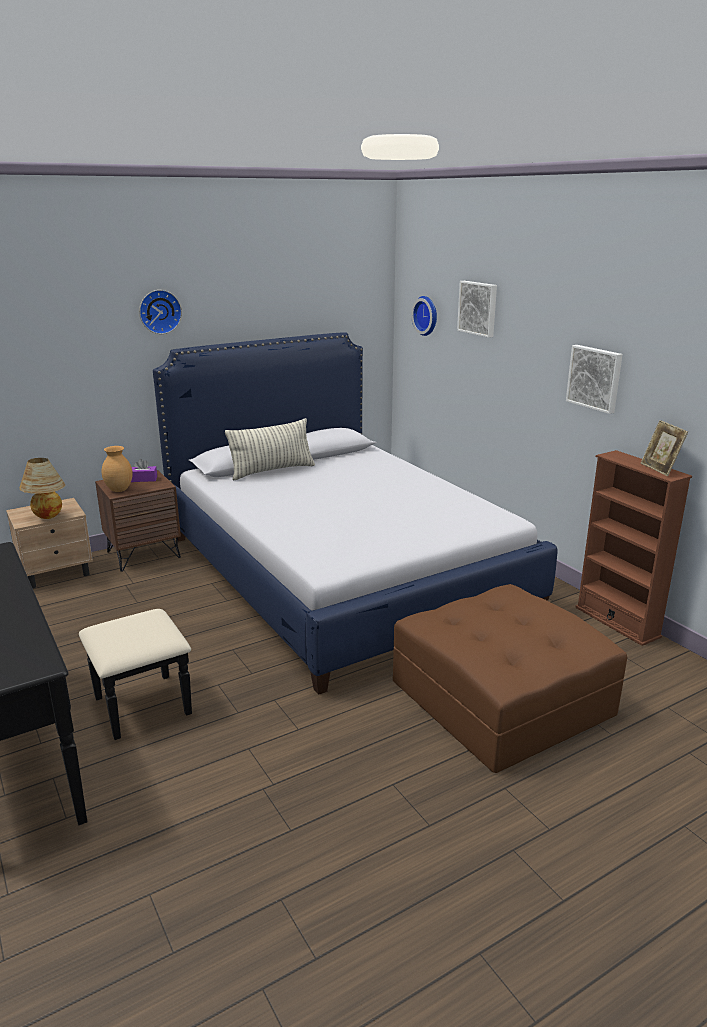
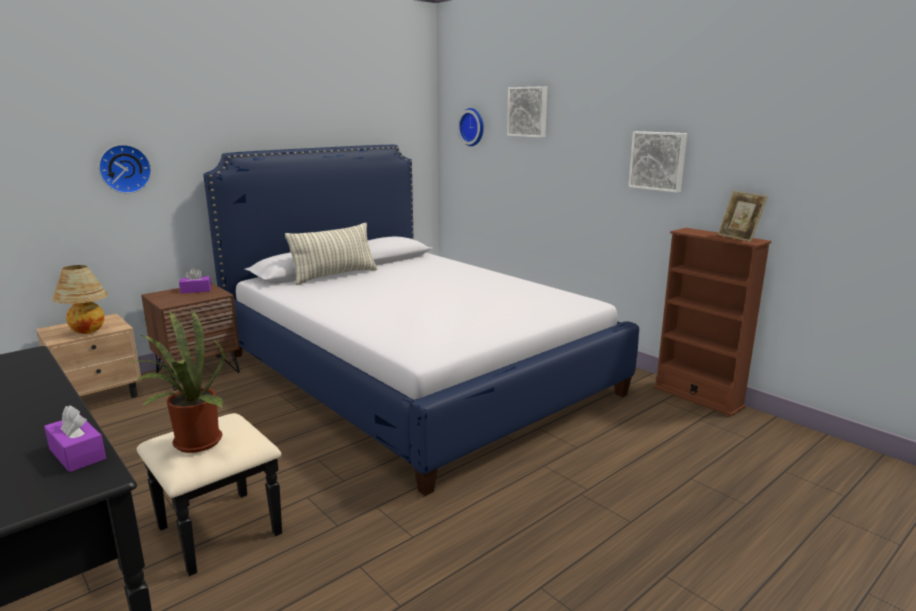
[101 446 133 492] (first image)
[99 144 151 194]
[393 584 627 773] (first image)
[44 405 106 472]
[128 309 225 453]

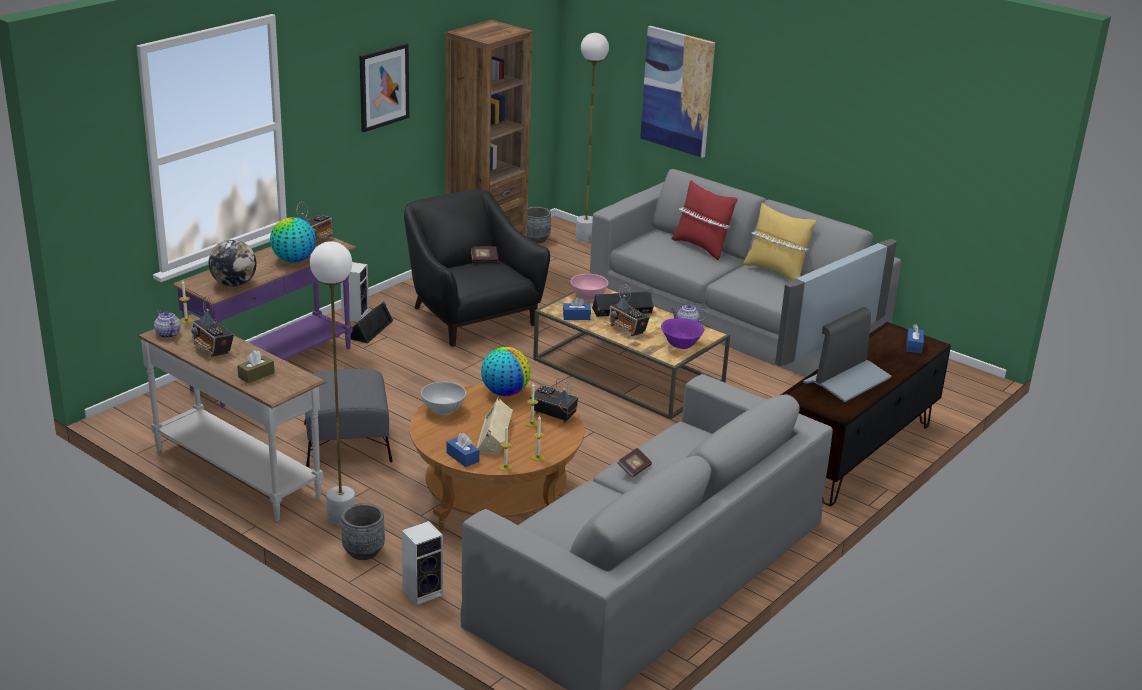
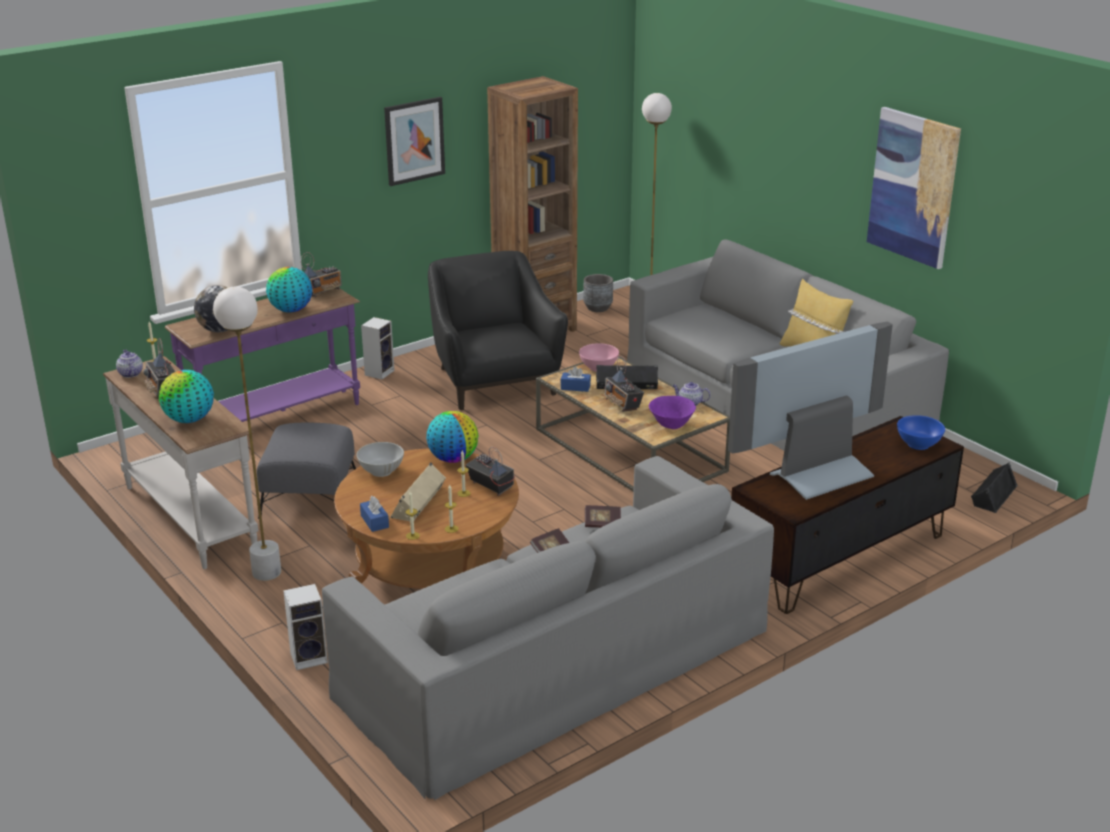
[159 370 214 423]
[341 503 385 560] (first image)
[971 462 1018 513]
[585 505 621 528]
[867 107 961 269]
[672 180 738 260] (first image)
[897 415 945 450]

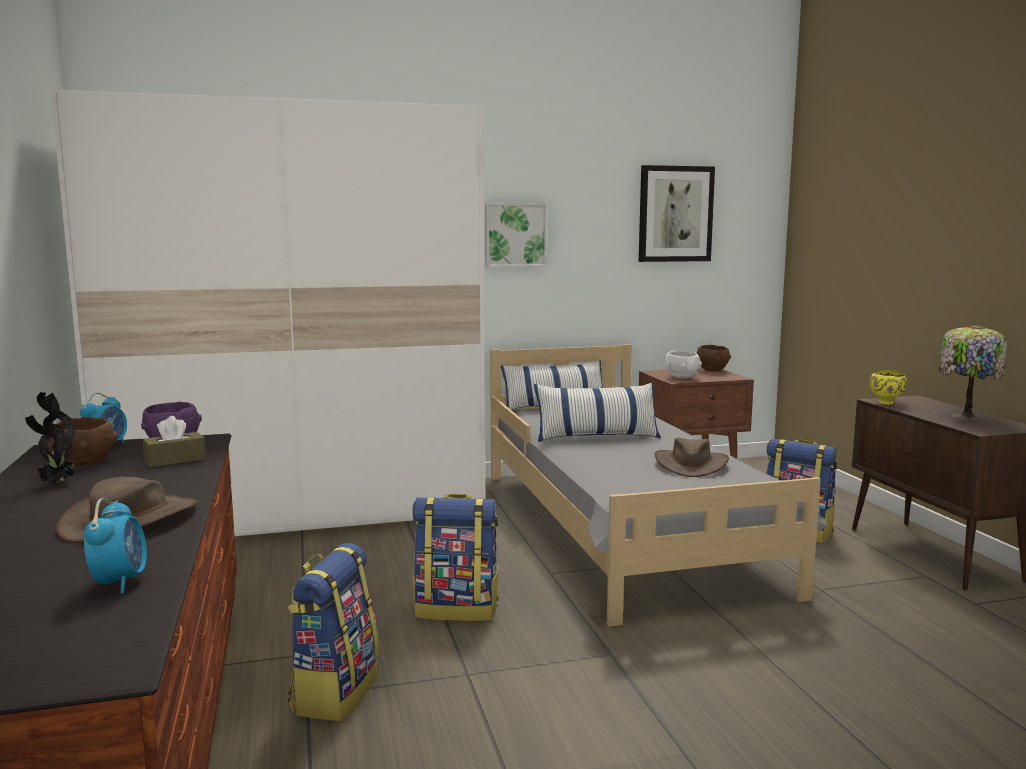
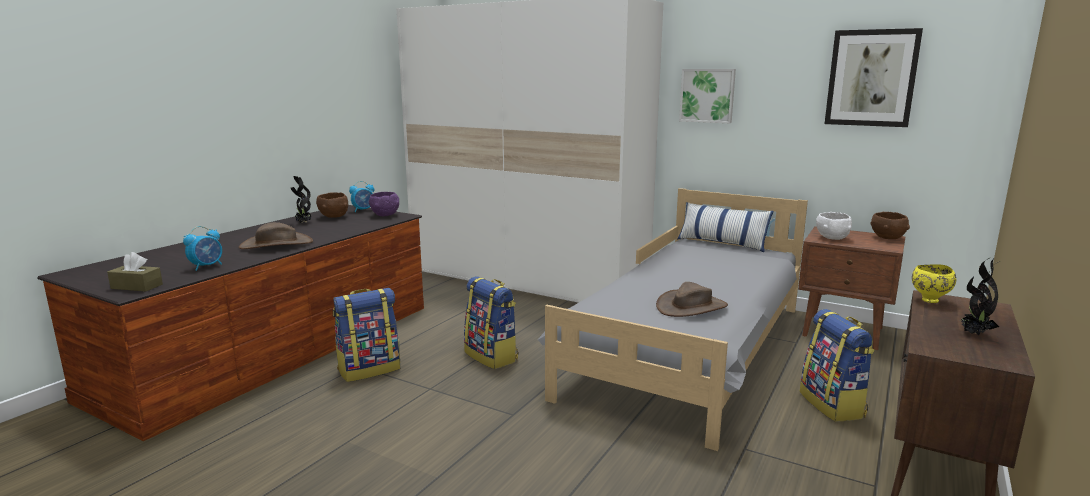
[107 252 163 292]
[534 382 661 442] (first image)
[961 258 1000 335]

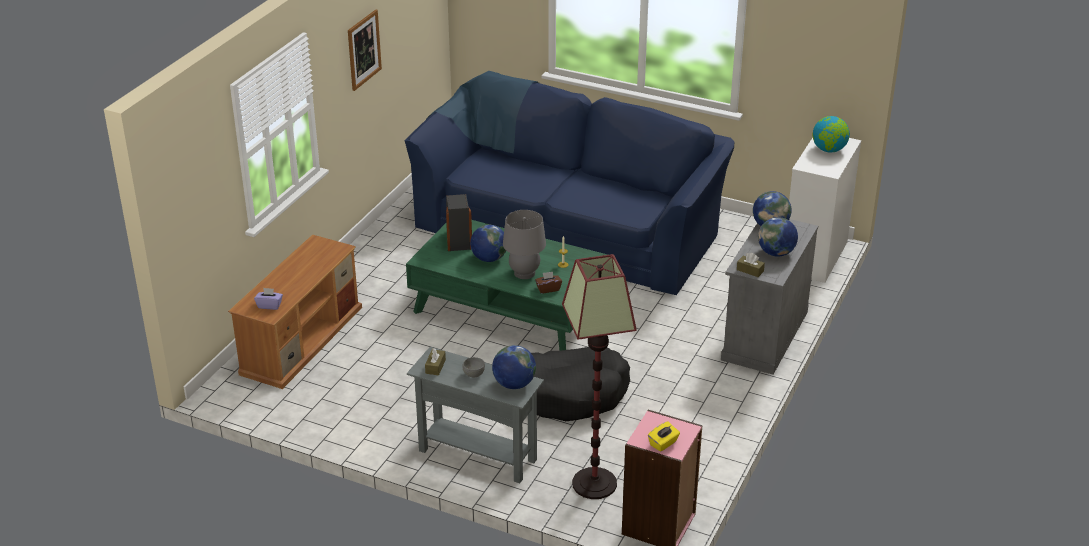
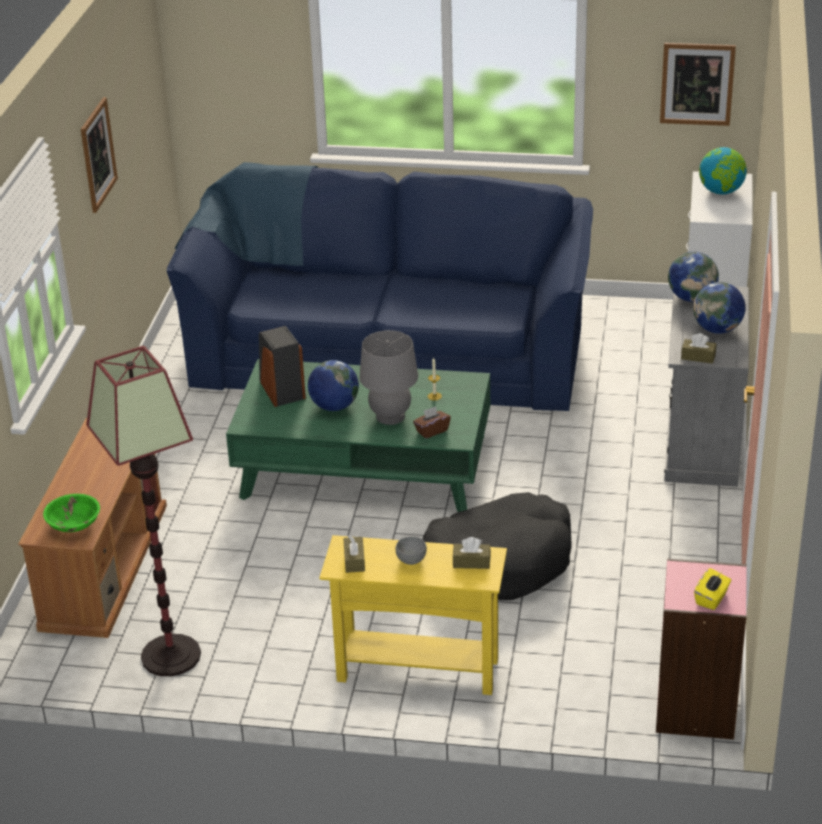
[43 494 100 532]
[320 535 507 695]
[453 537 491 569]
[86 346 201 676]
[660 43 736 126]

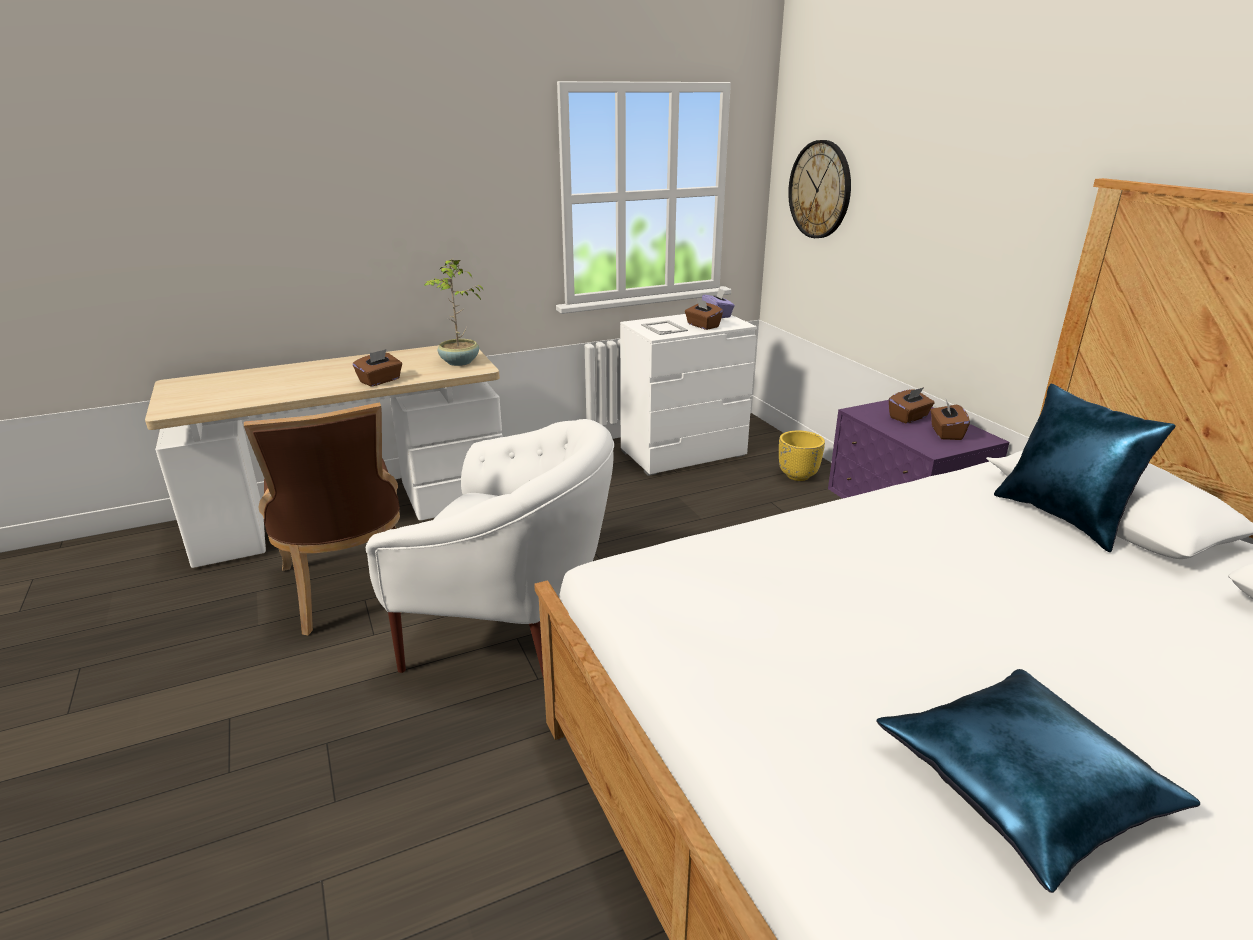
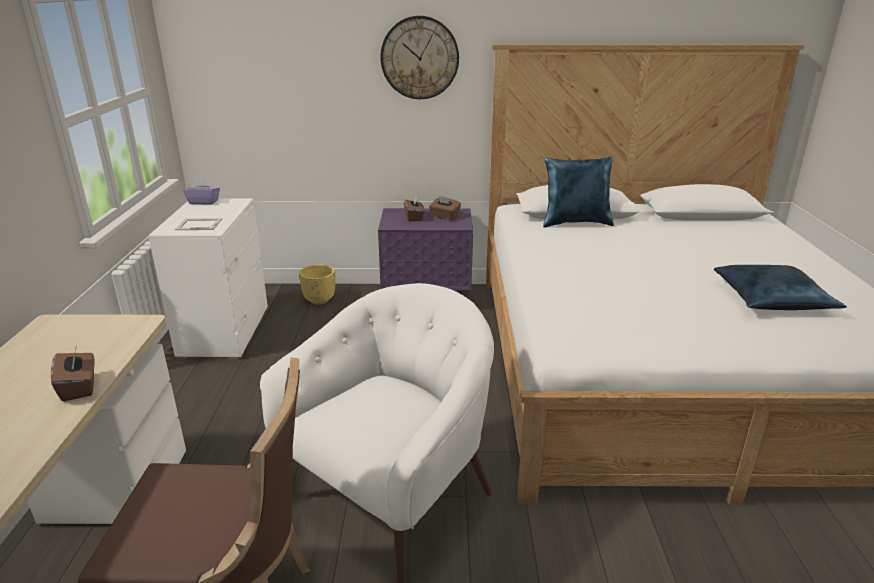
[424 258 483 366] (first image)
[685 299 723 330] (first image)
[380 16 459 99]

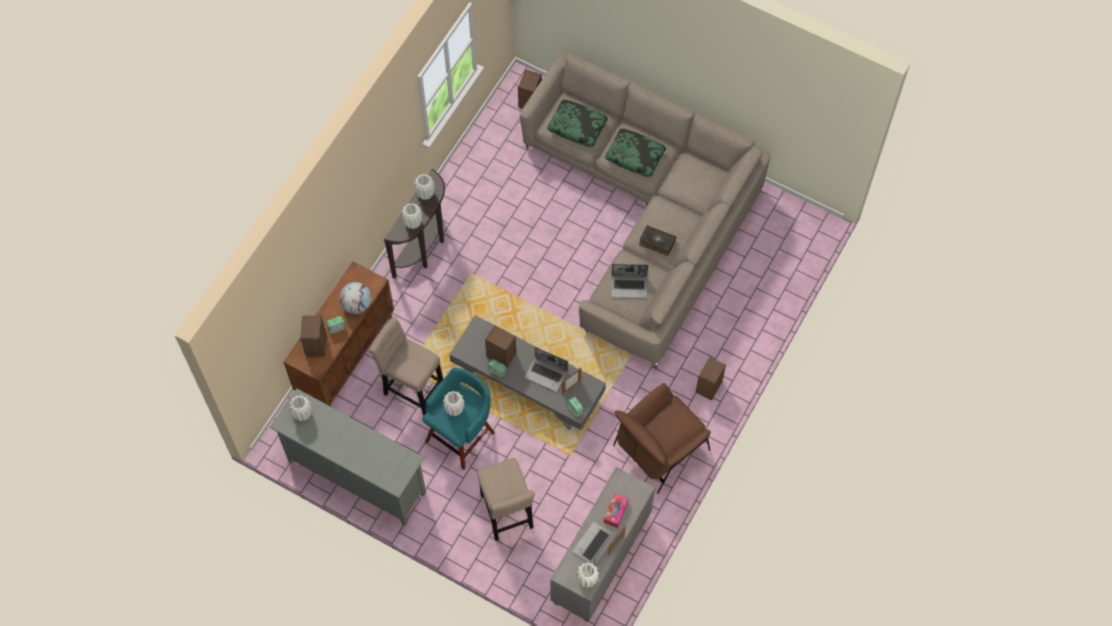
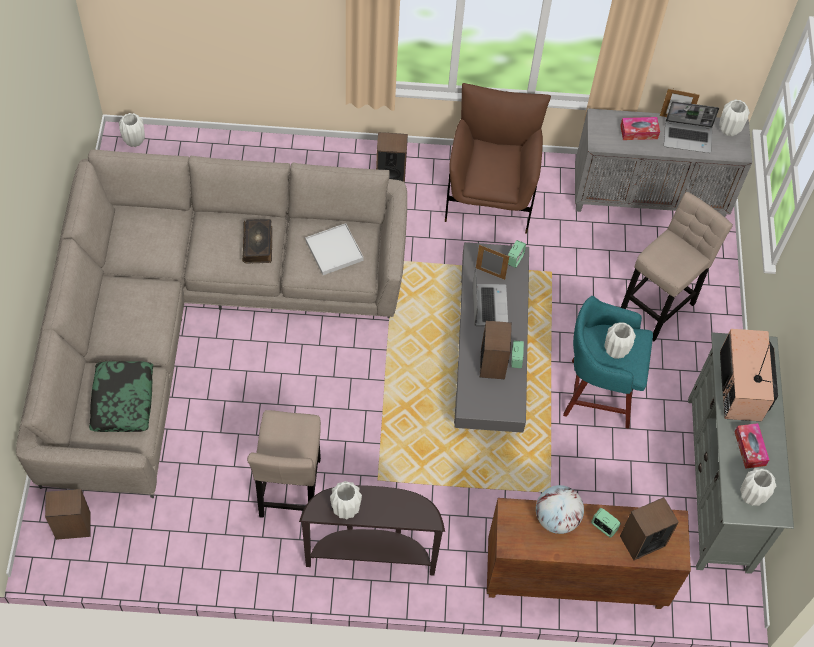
[247 410 321 518]
[119 113 145 147]
[605 128 666 177] (first image)
[305 223 364 275]
[445 83 551 234]
[720 329 778 421]
[735 423 769 469]

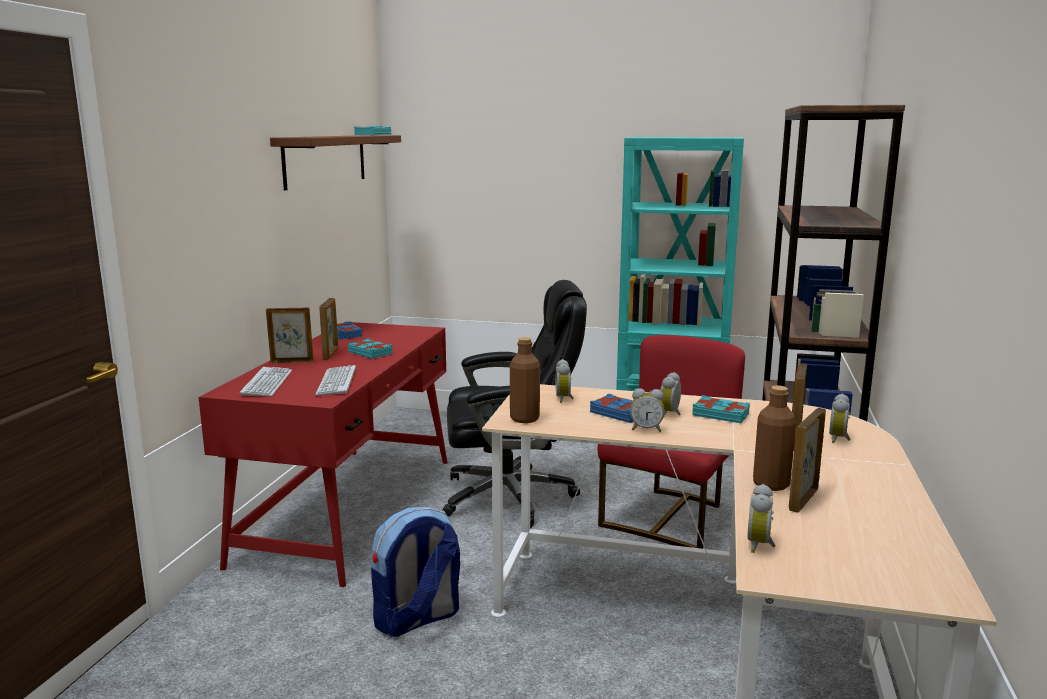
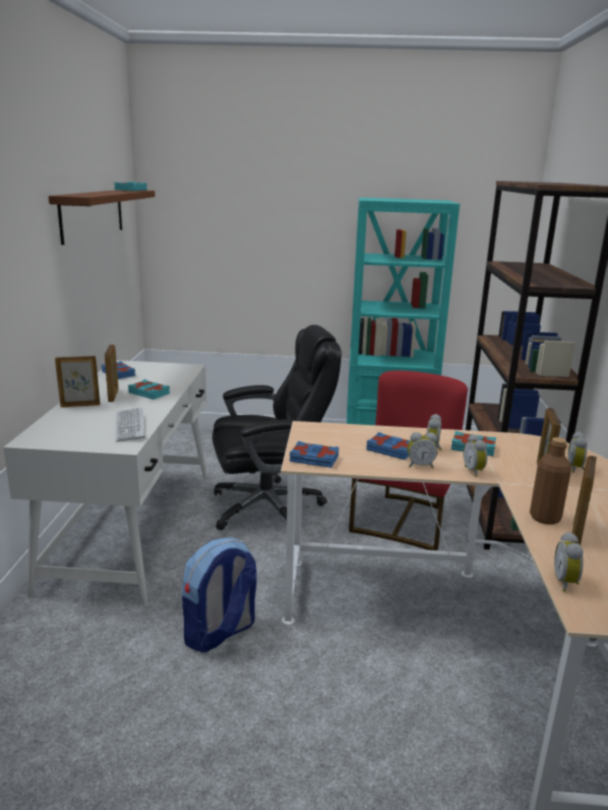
[3 360 208 606]
[240 367 292 397] (first image)
[289 441 339 468]
[463 434 487 477]

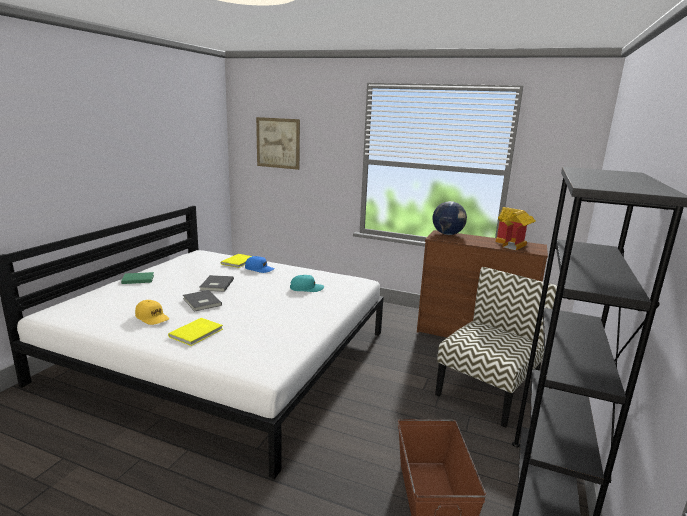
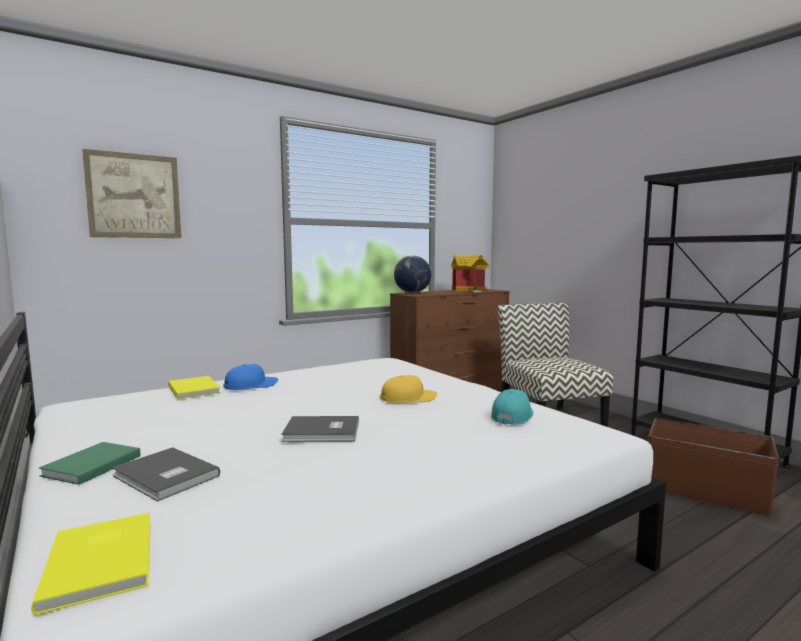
[380 375 437 403]
[31 513 151 616]
[112 447 220 502]
[491 389 534 425]

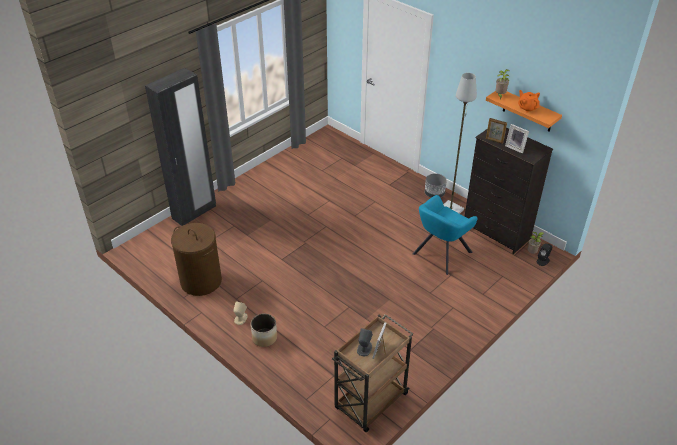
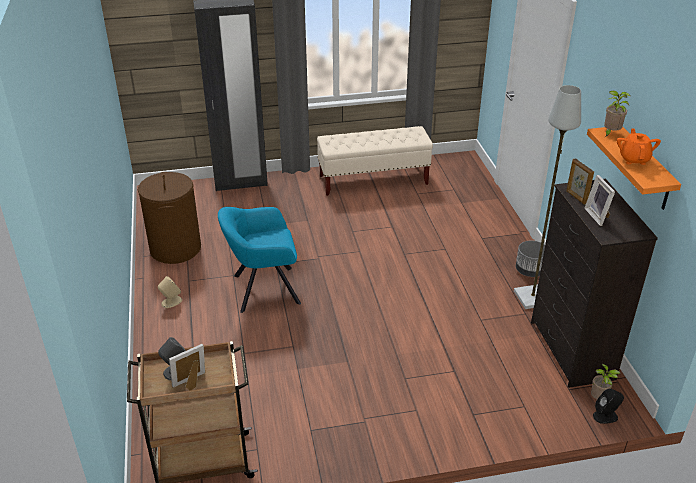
[251 314 277 347] (first image)
[218 207 301 313]
[317 126 433 196]

